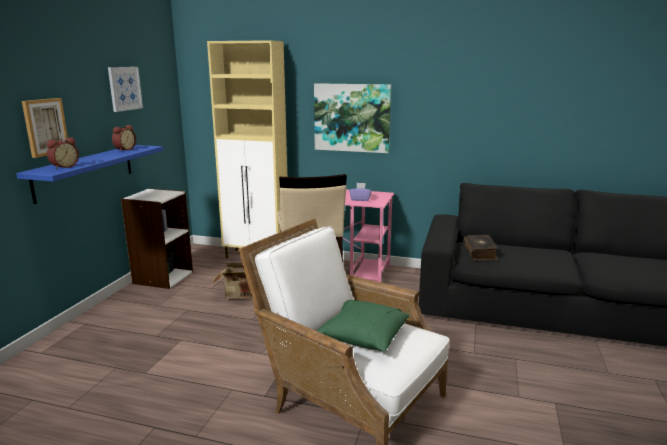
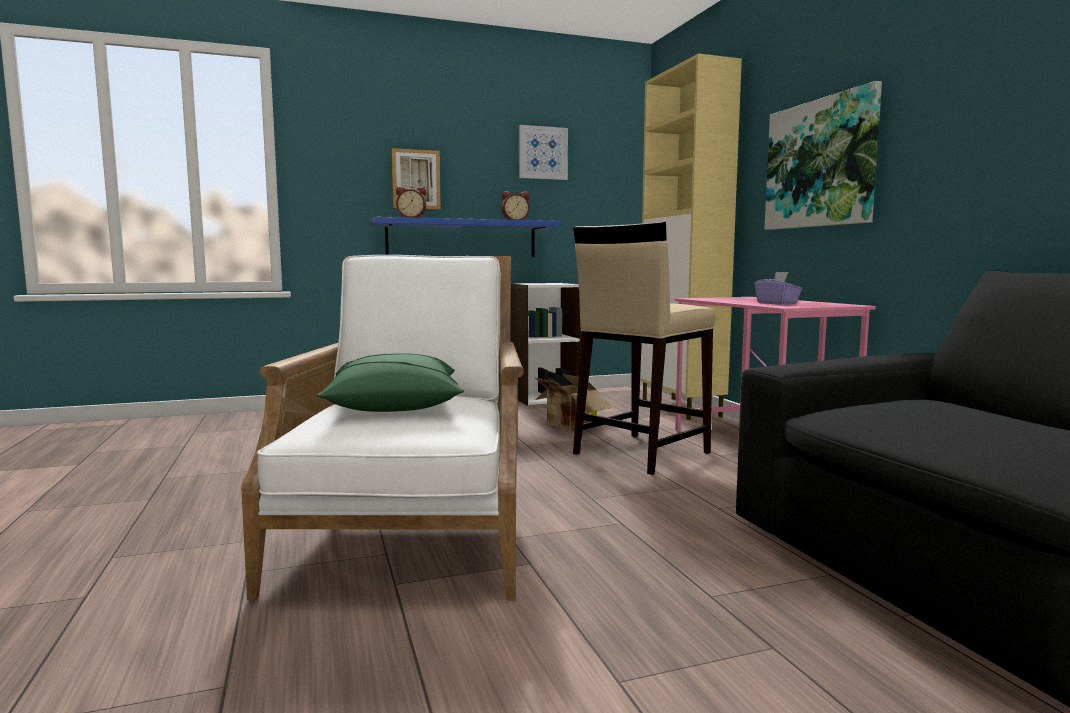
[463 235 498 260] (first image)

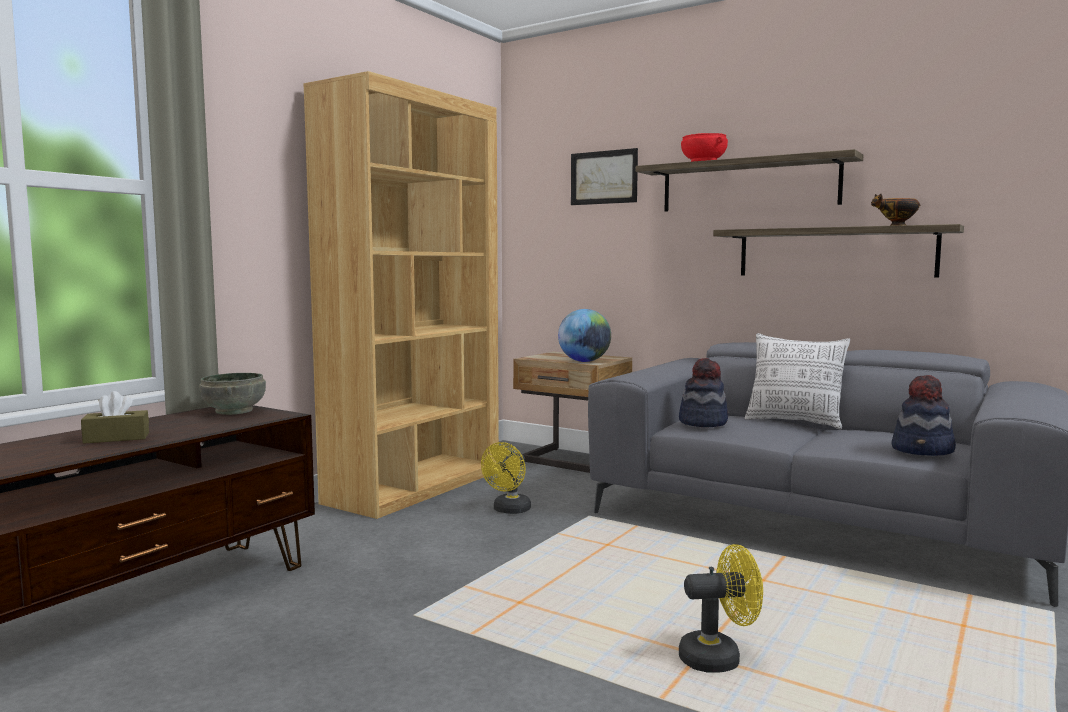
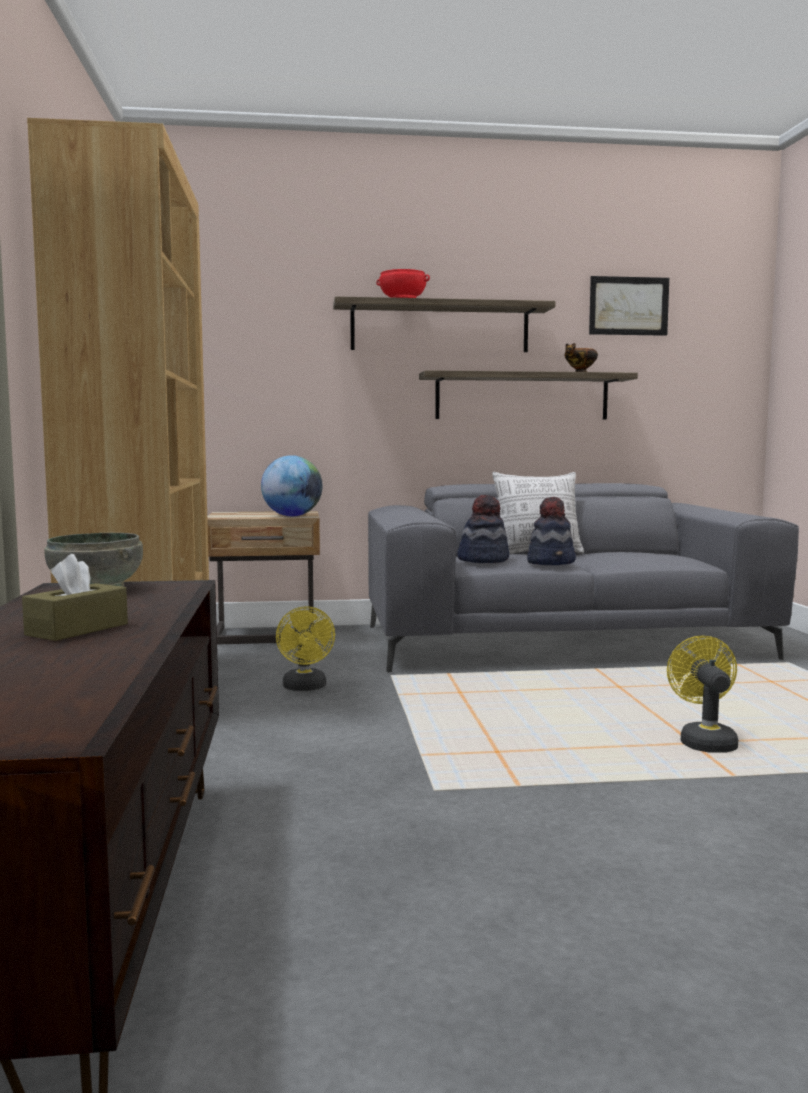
[589 276 669 336]
[667 636 738 753]
[527 497 576 565]

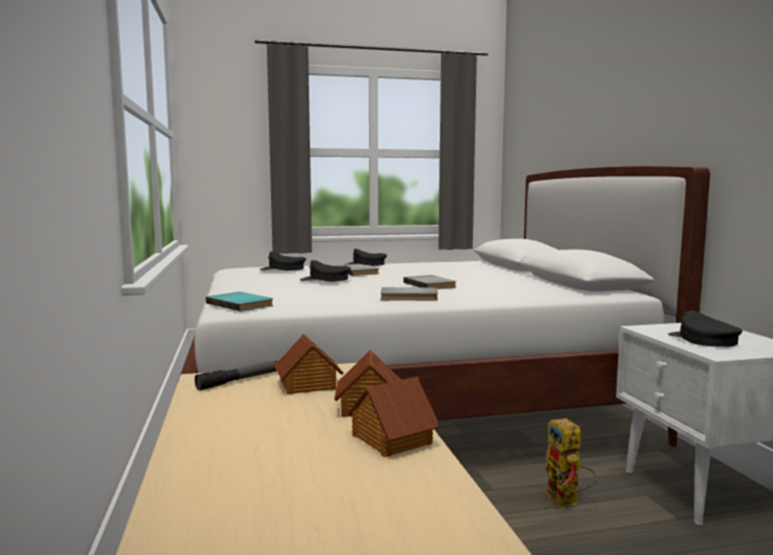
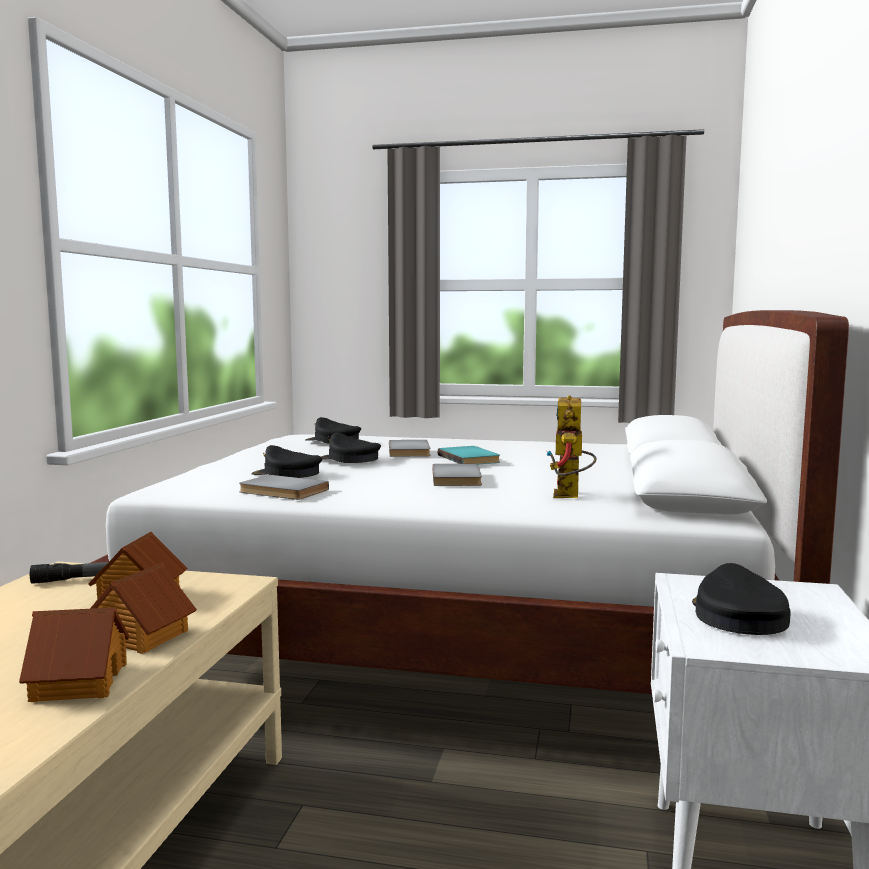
[438 446 500 464]
[251 445 323 478]
[239 475 329 500]
[547 395 596 498]

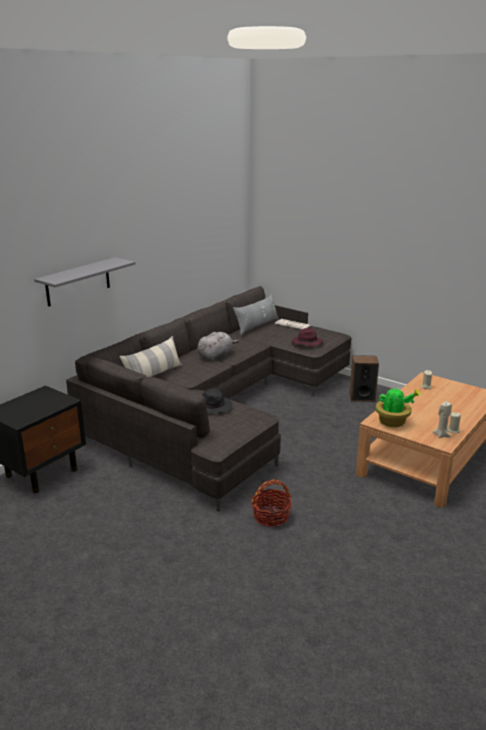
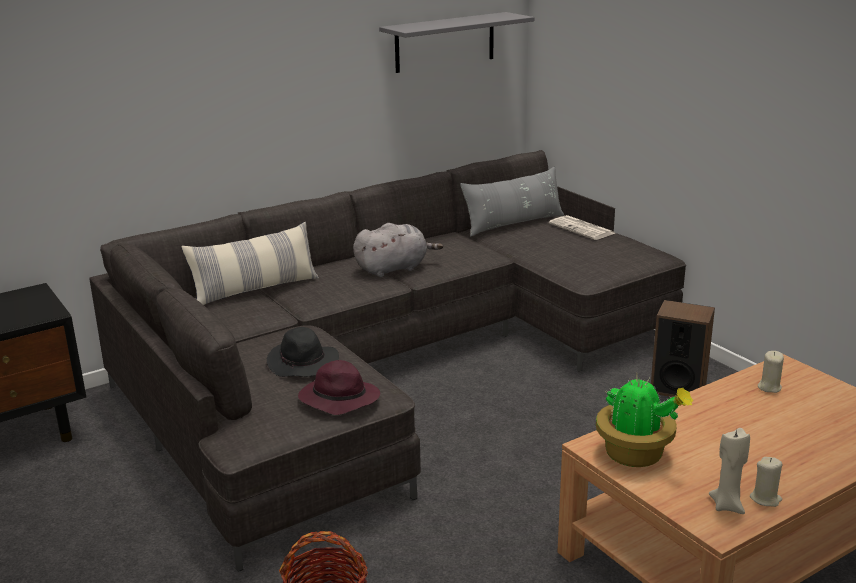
[379 12 534 73]
[298 360 380 415]

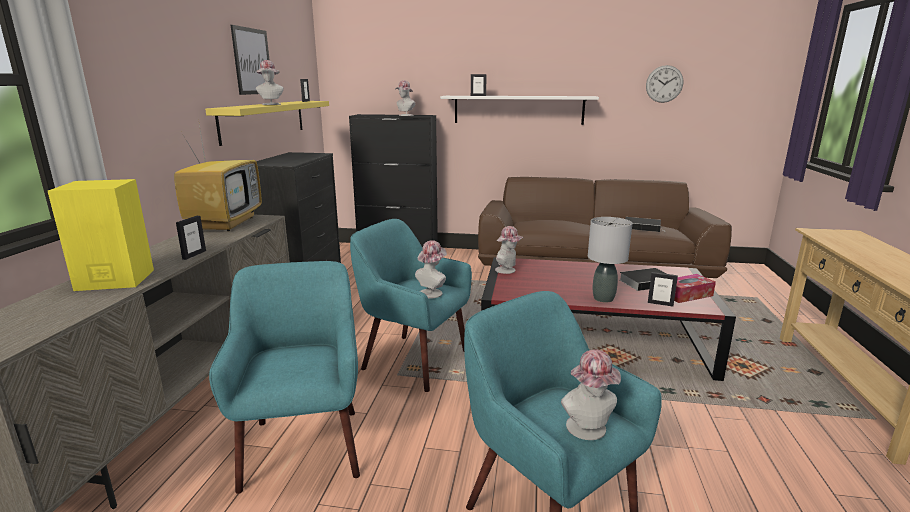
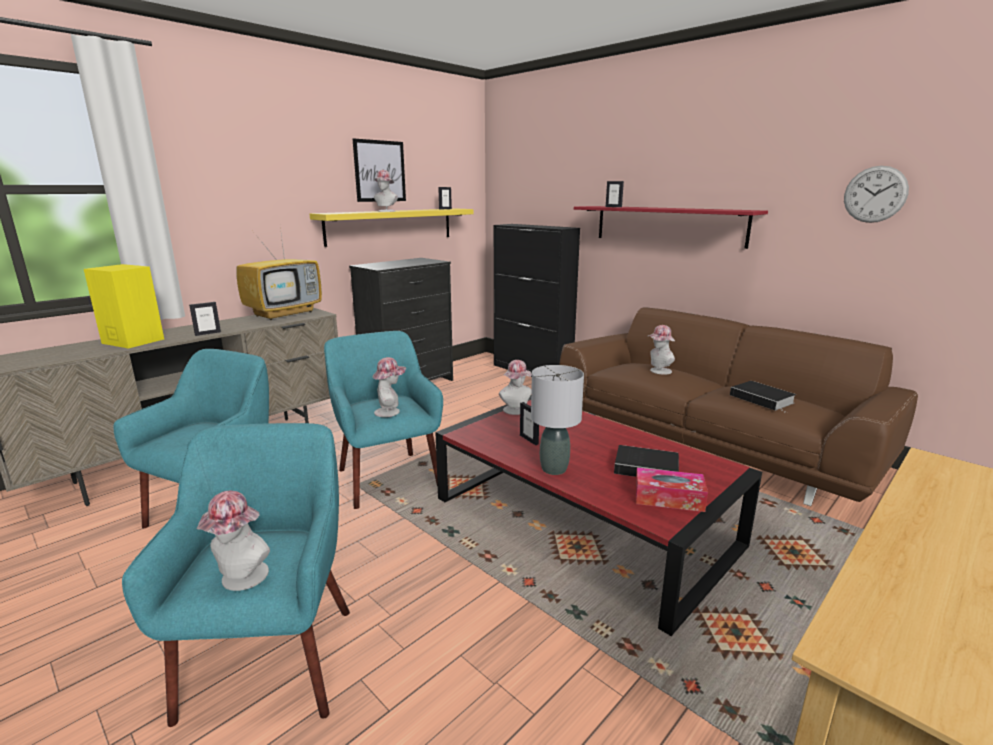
[647 325 675 375]
[574 206 768 249]
[520 402 539 445]

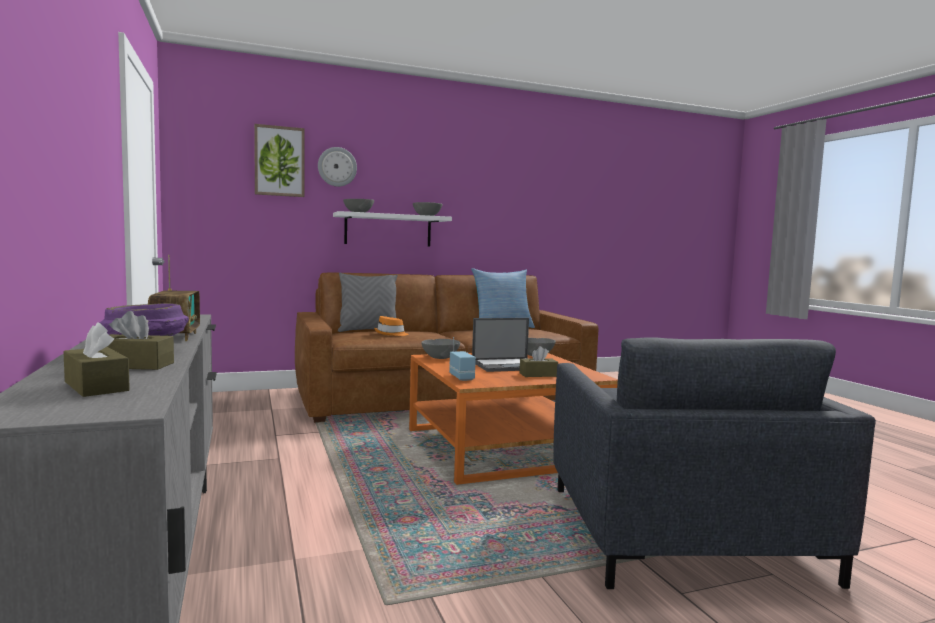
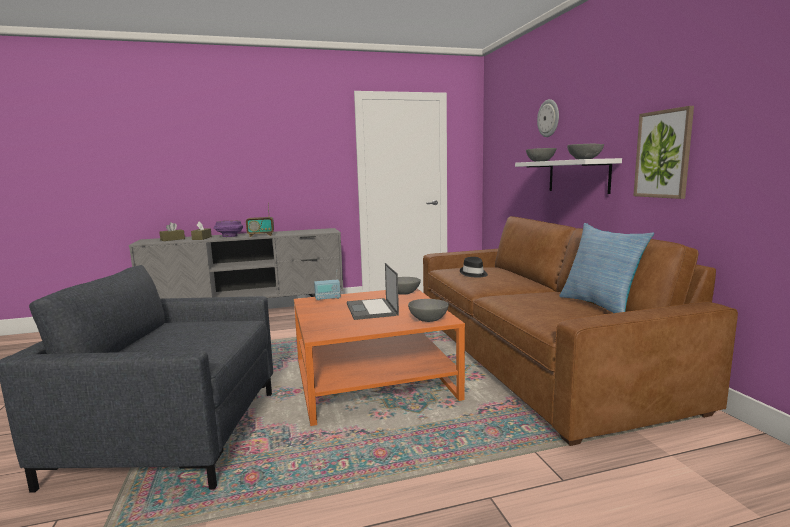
[633 106 694 199]
[338 273 398 332] (first image)
[460 257 488 278]
[520 346 558 377] (first image)

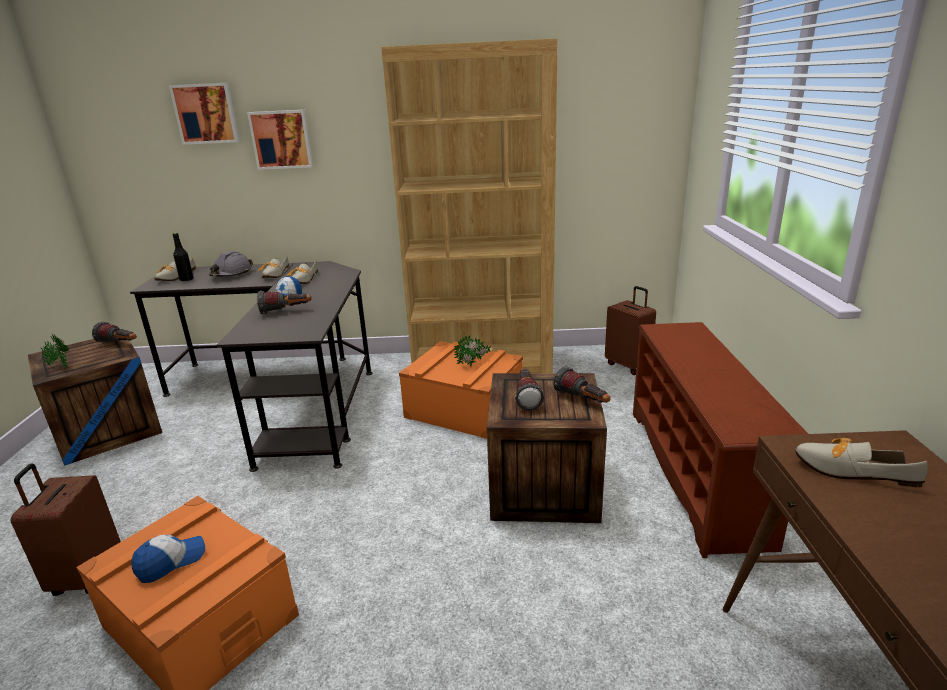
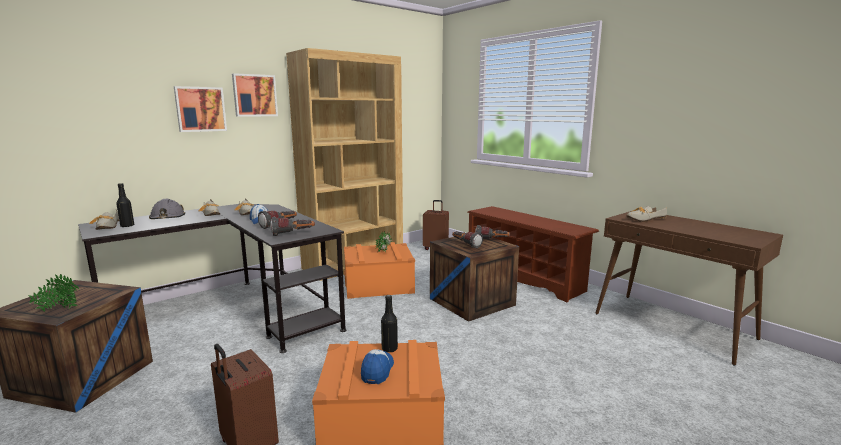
[270 217 315 236]
[232 73 278 117]
[381 295 398 353]

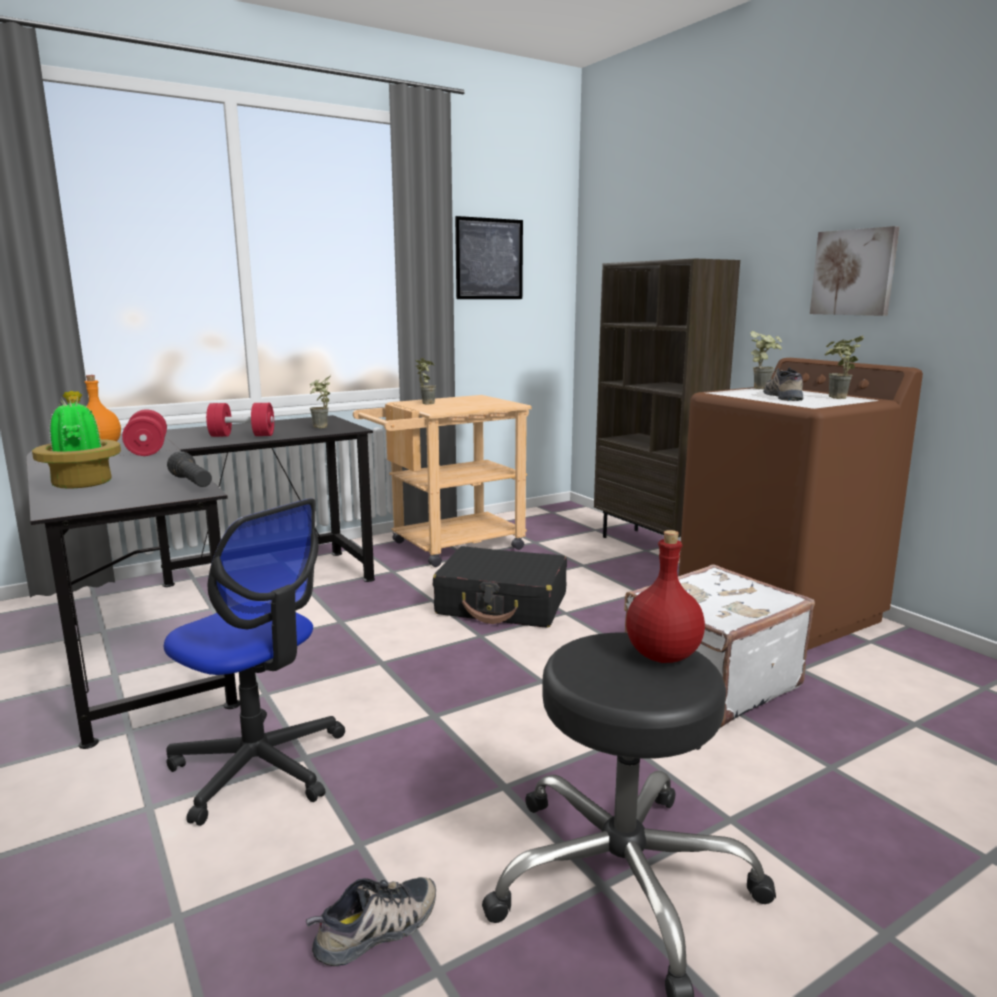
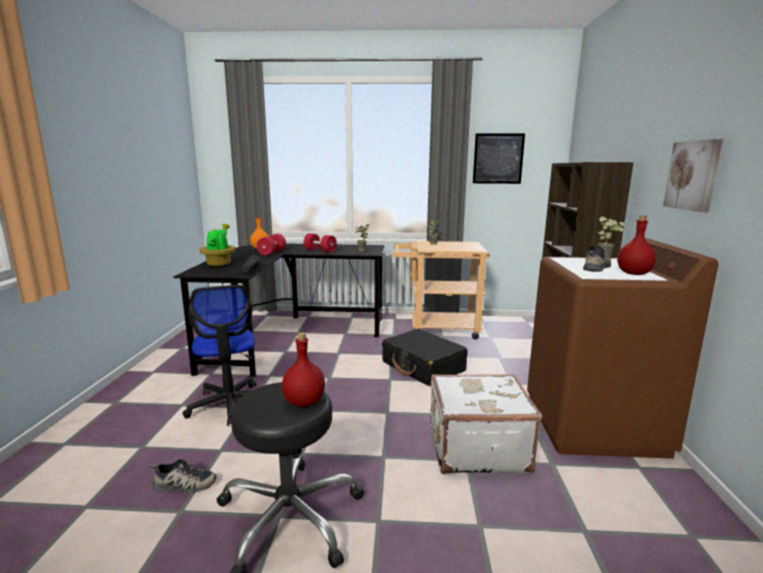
[617 215 656 275]

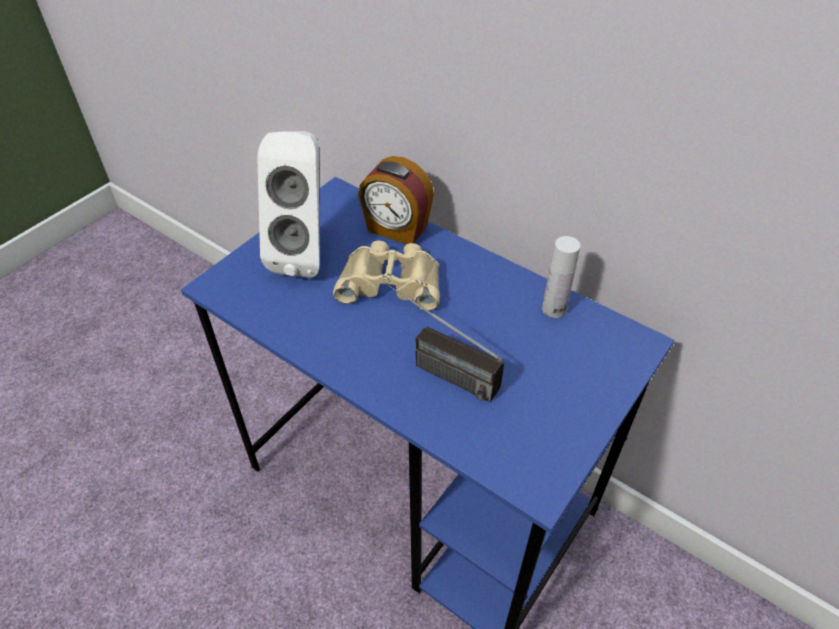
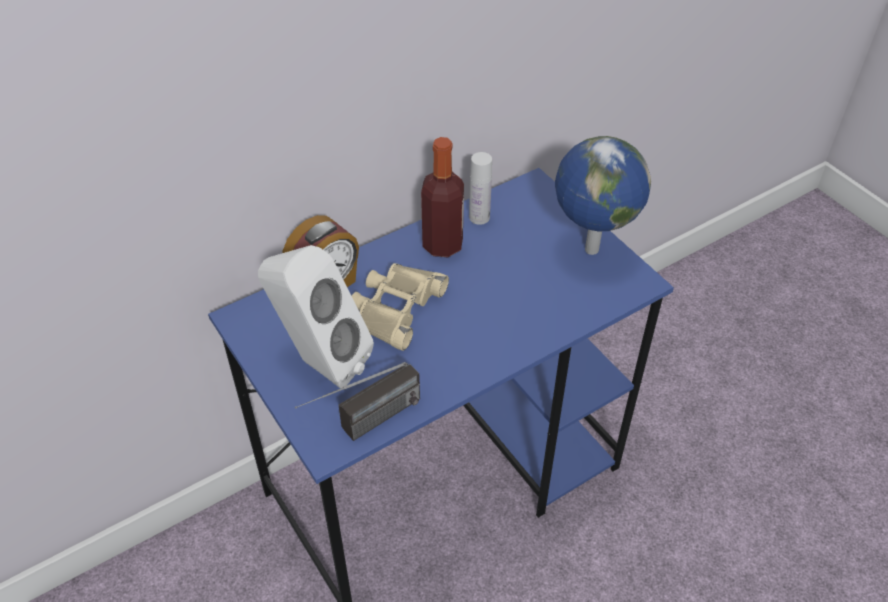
[295 362 420 441]
[421 137 464 257]
[555 136 651 255]

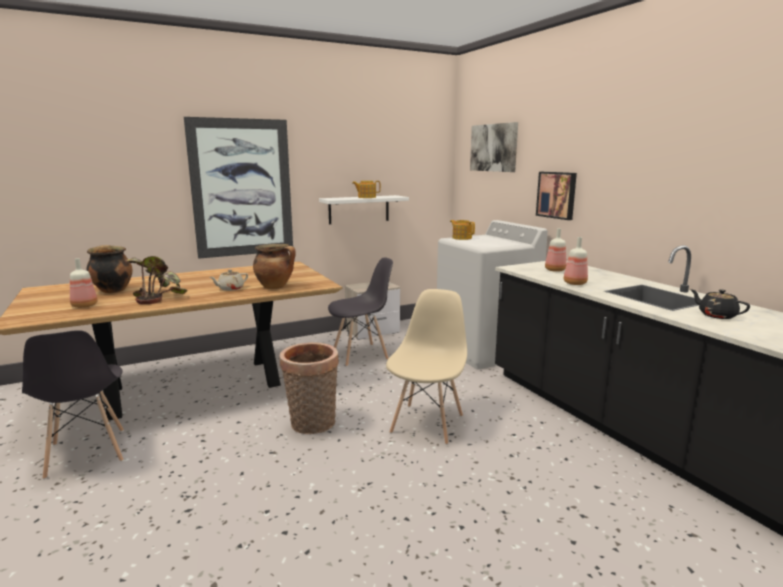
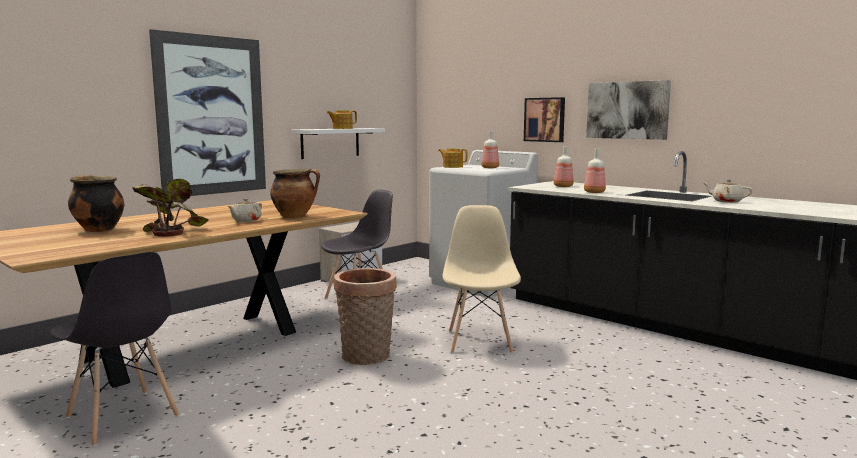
[481 131 499 168]
[586 80 671 140]
[704 179 752 203]

